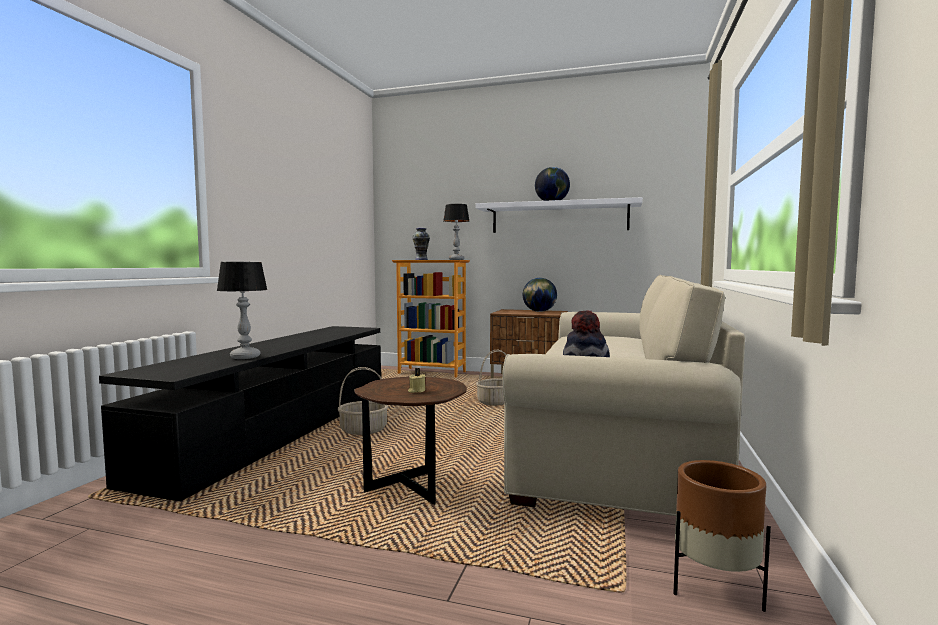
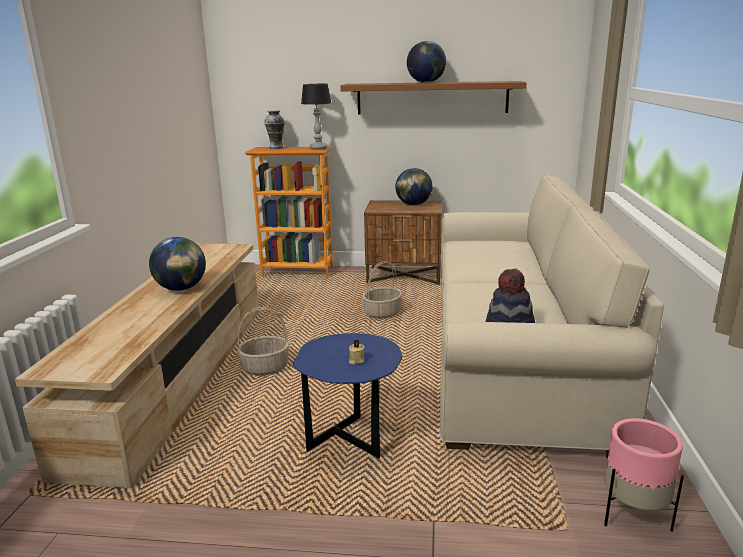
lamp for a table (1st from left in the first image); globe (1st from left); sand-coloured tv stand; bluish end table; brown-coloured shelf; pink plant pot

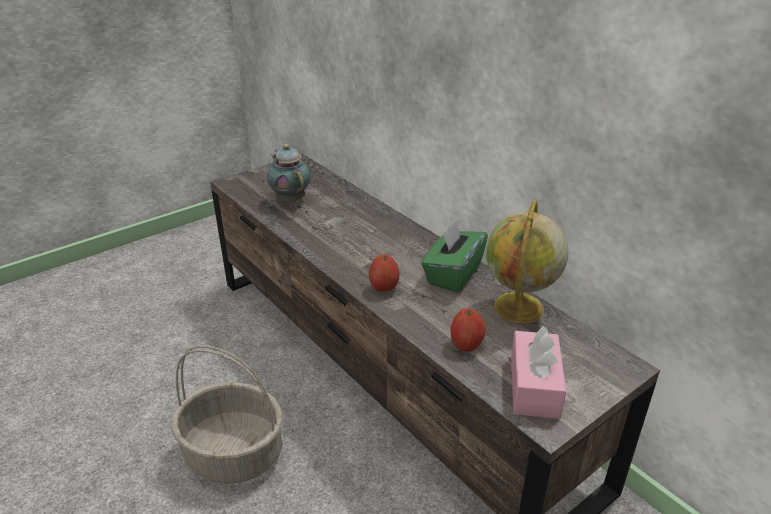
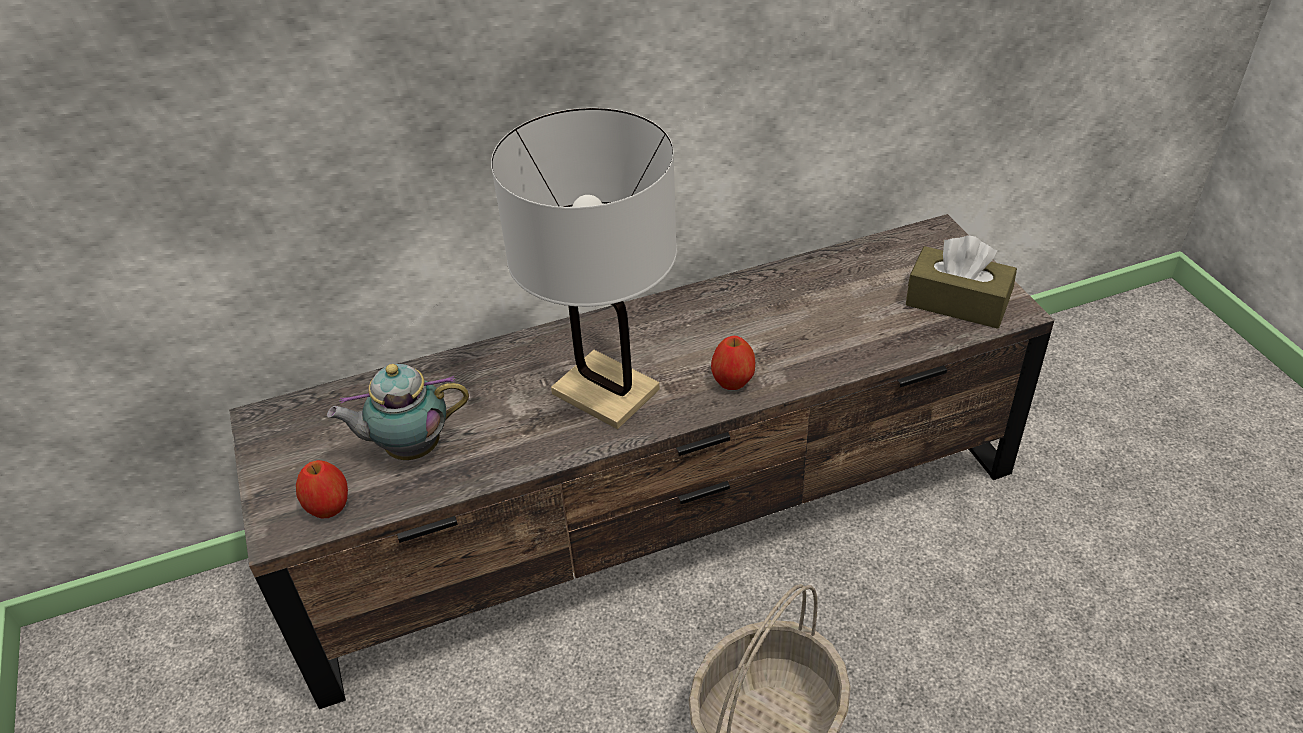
greenish box of tissues; globe; whitish lamp for a table; apple (1st from left); brown-coloured box of tissues

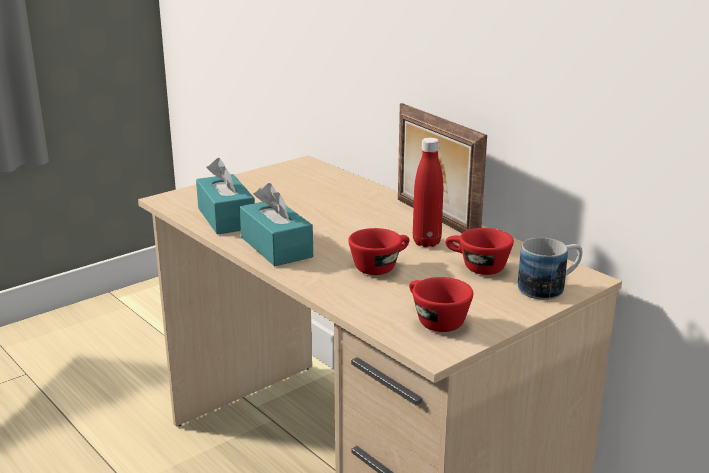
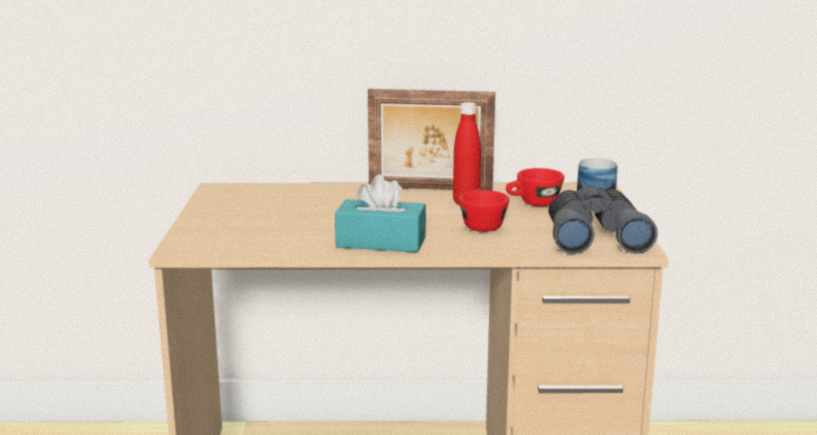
turquoise-coloured box of tissues (1st from left in the first image); gray pair of binoculars

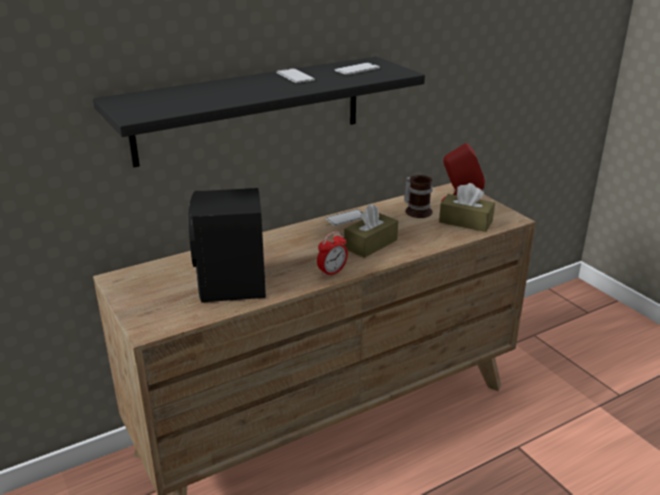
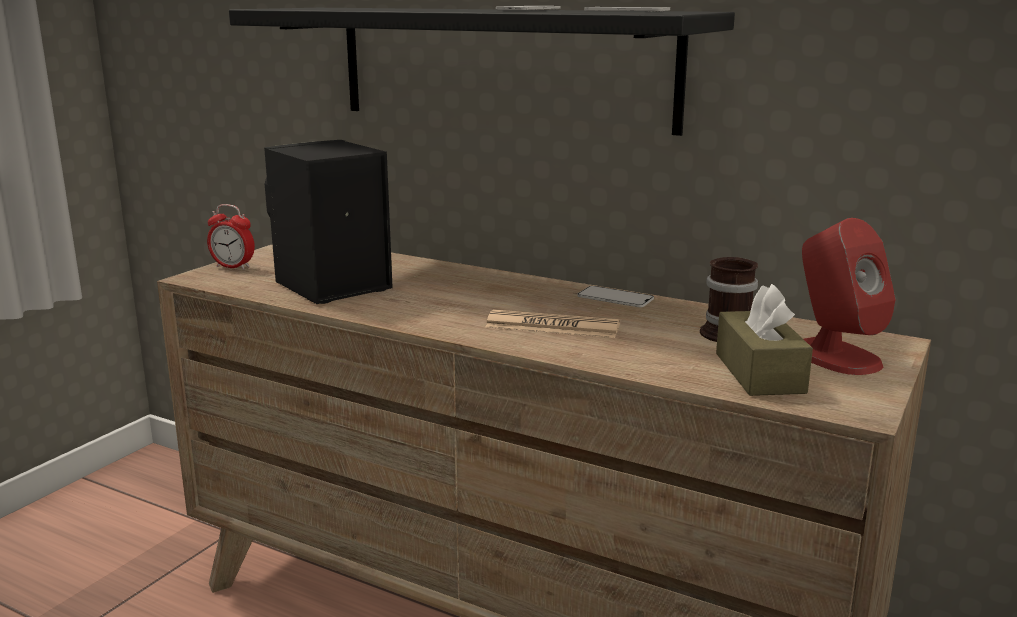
table clock; daily paper

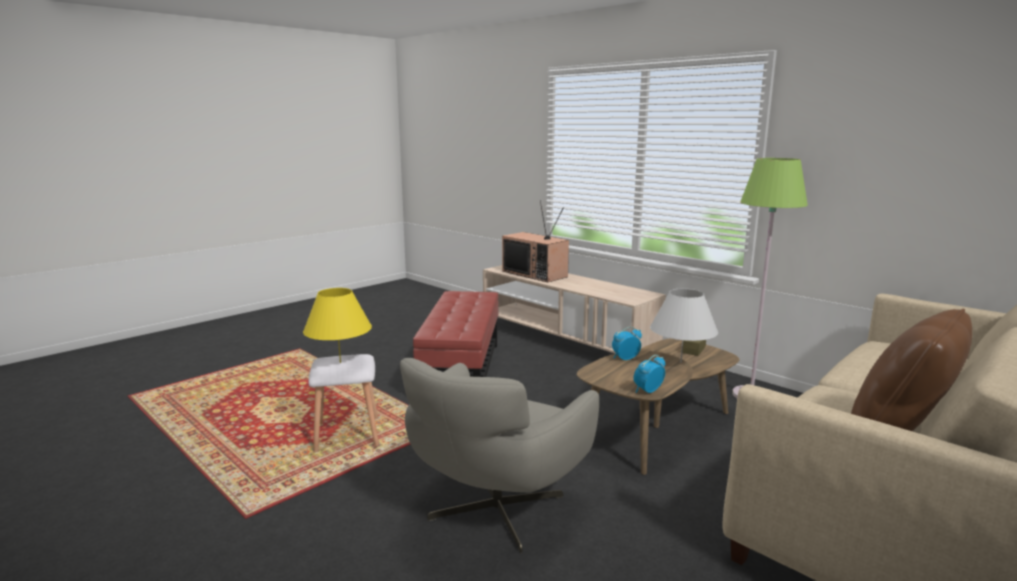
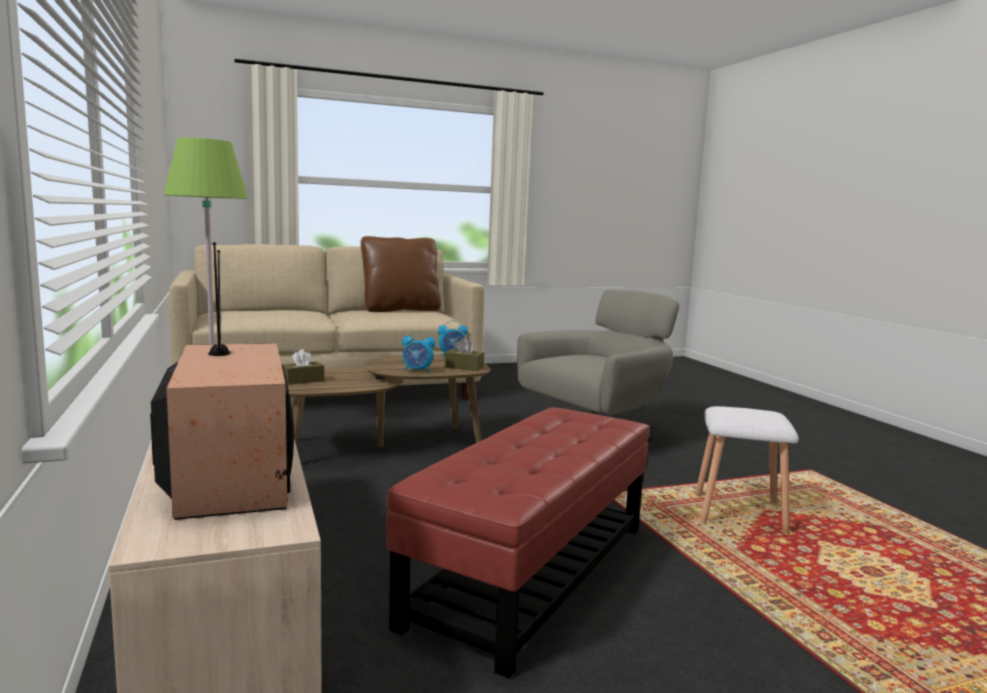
yellow-coloured lamp for a table; whitish lamp for a table; brown-coloured box of tissues (2nd from left)

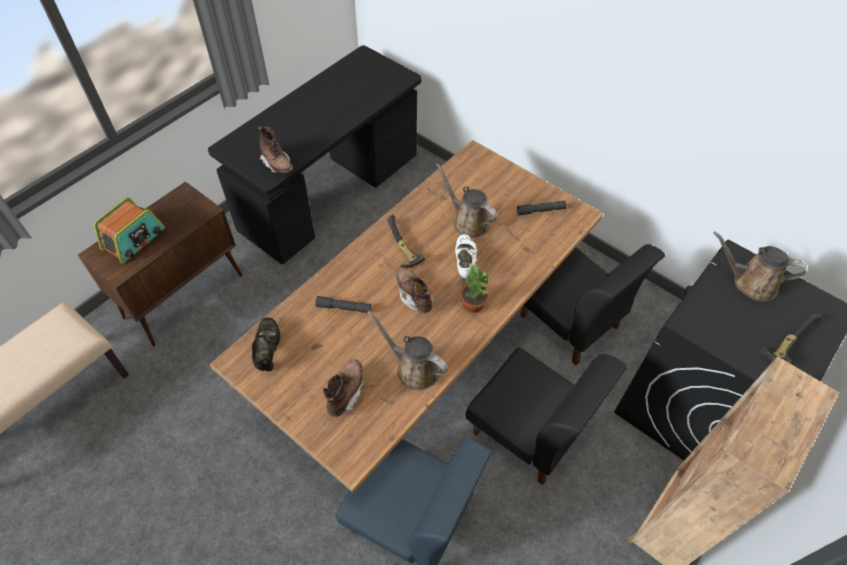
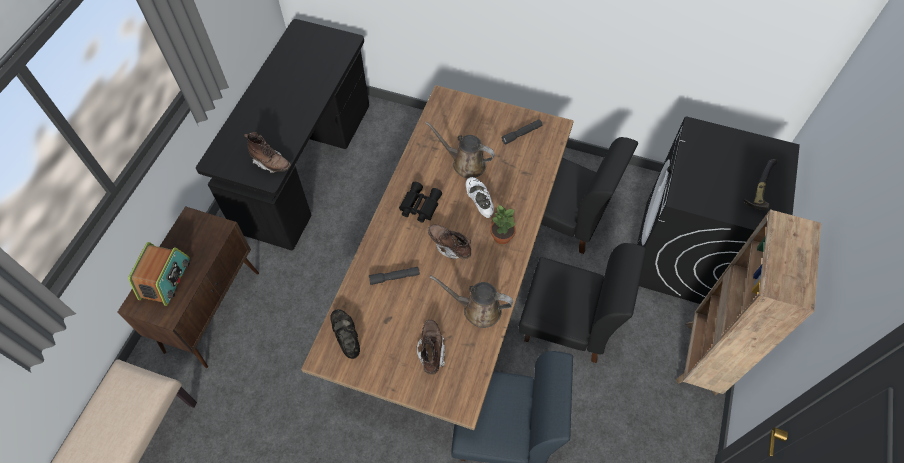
brown-coloured watering can (3rd from left in the first image); black-coloured pair of binoculars

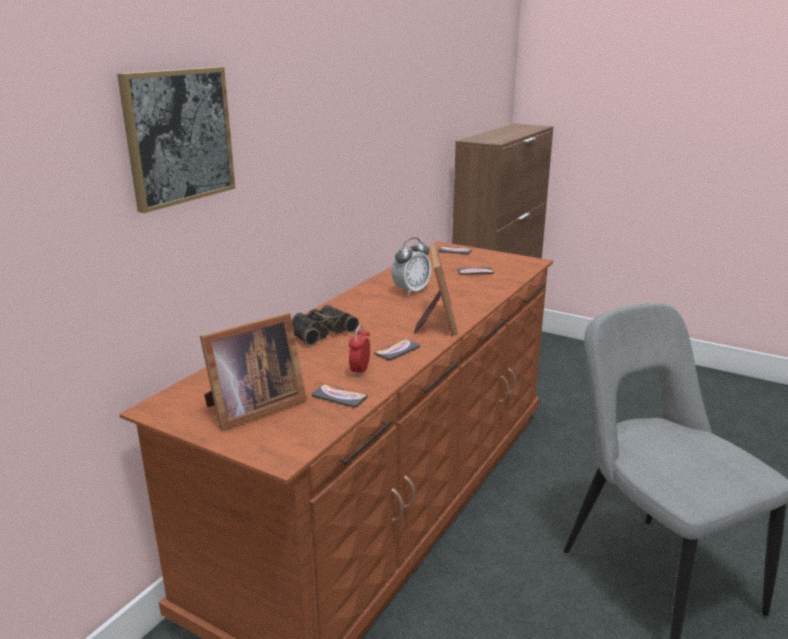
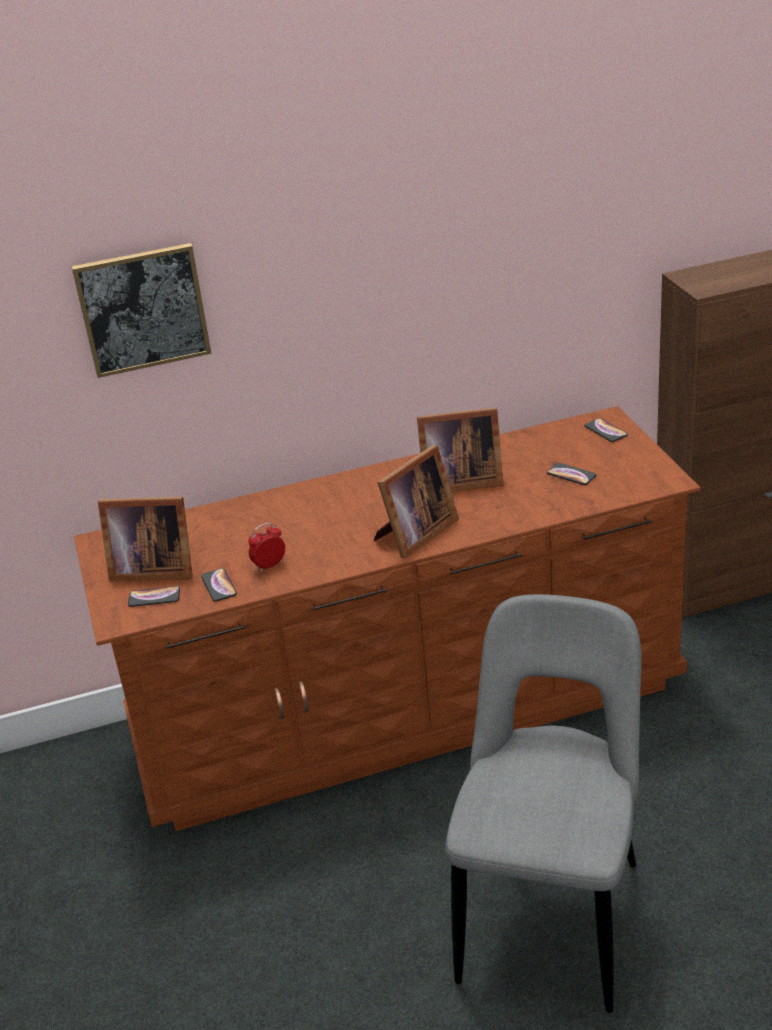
pair of binoculars; phone (1st from left); standing frame (3rd from left)

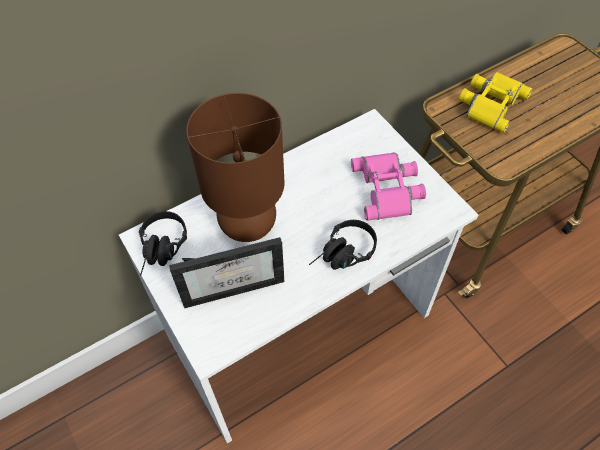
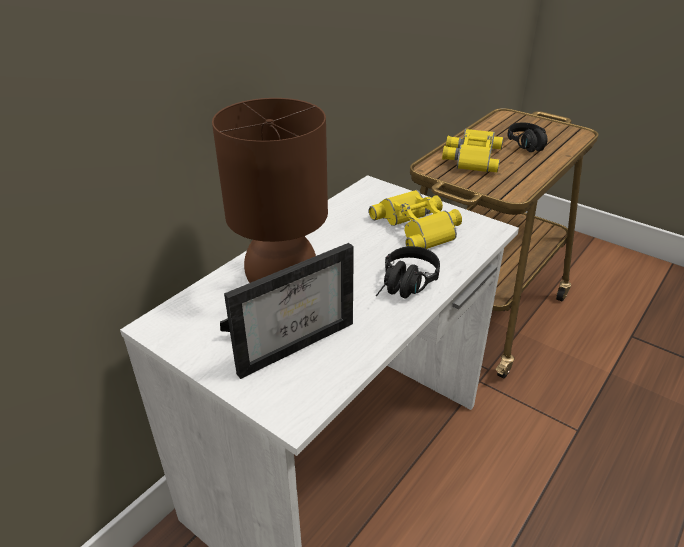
black-coloured headset (2nd from left); yellow-coloured pair of binoculars (1st from left)

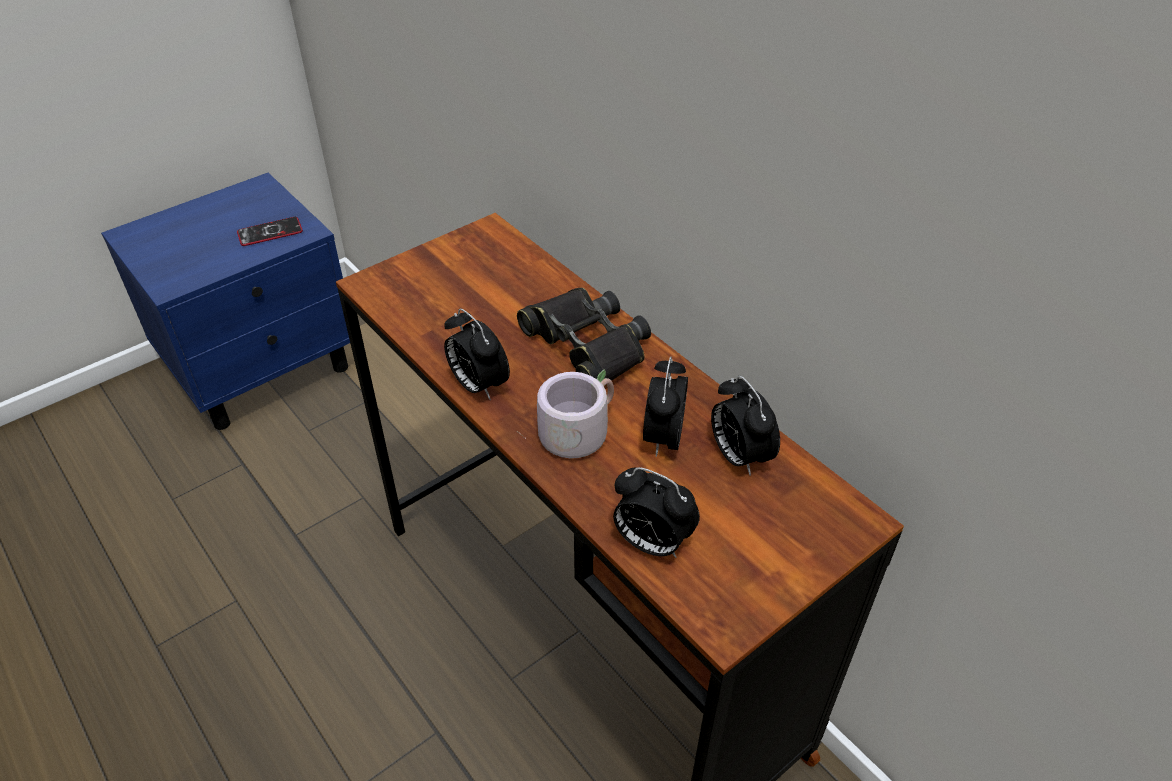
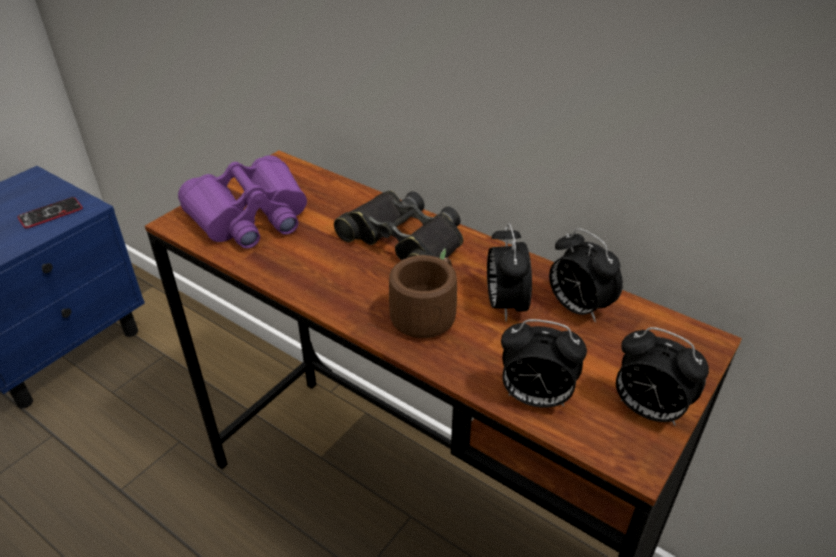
purplish pair of binoculars; table clock (4th from left); brown-coloured tea mug

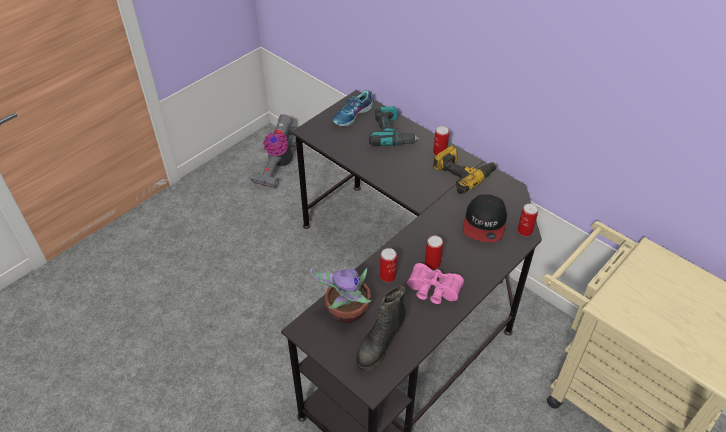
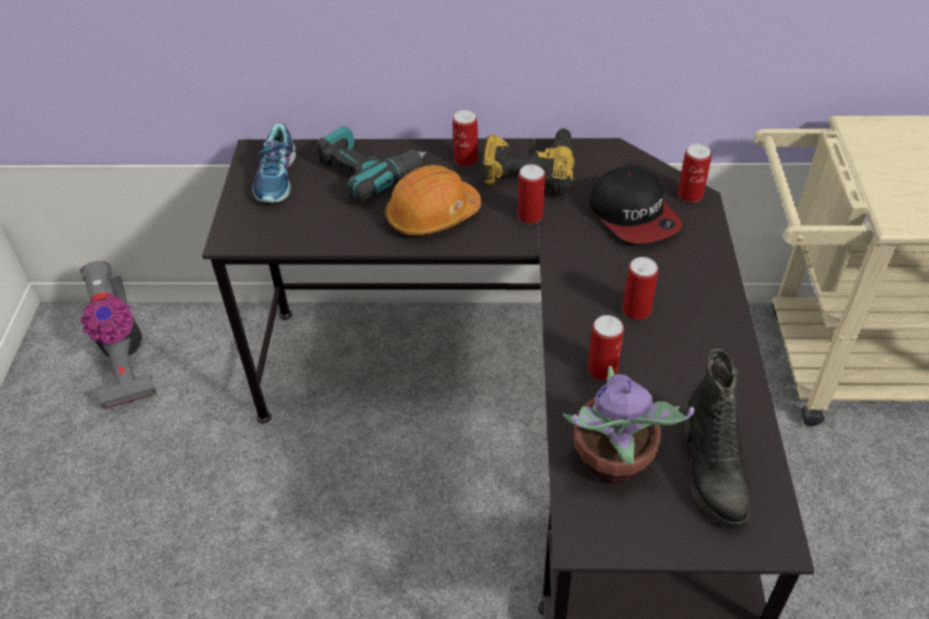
pink pair of binoculars; orange work helmet; can (2nd from left)

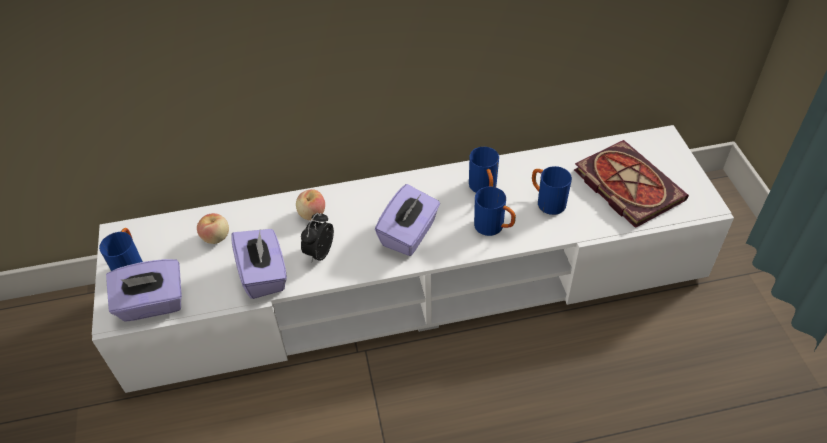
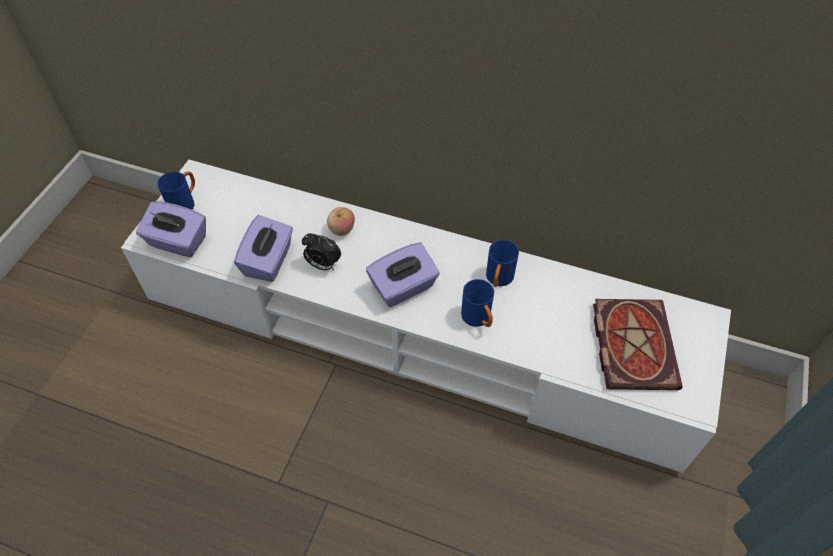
apple (1st from left in the first image); bluish tea mug (4th from left in the first image); table clock

